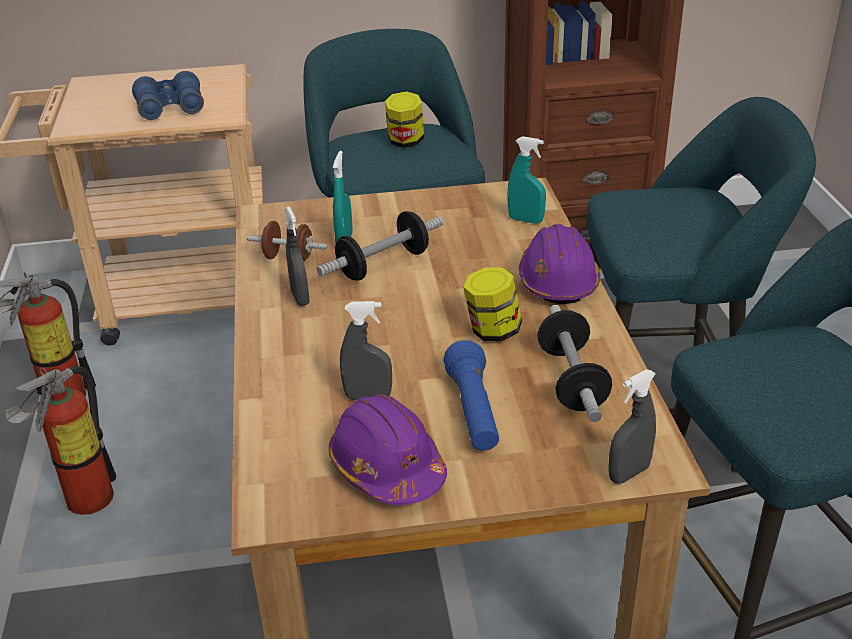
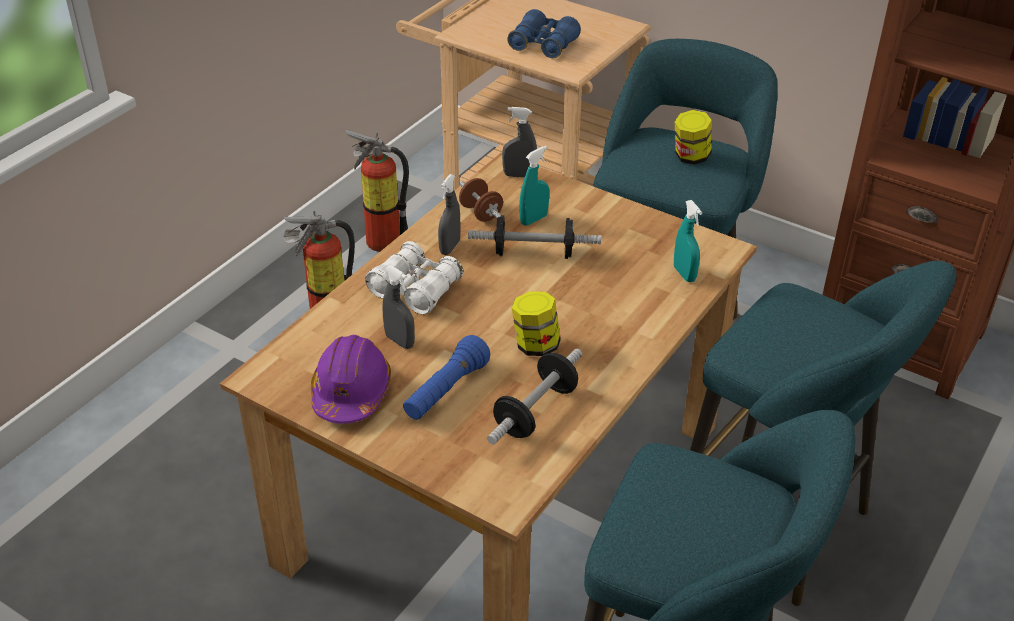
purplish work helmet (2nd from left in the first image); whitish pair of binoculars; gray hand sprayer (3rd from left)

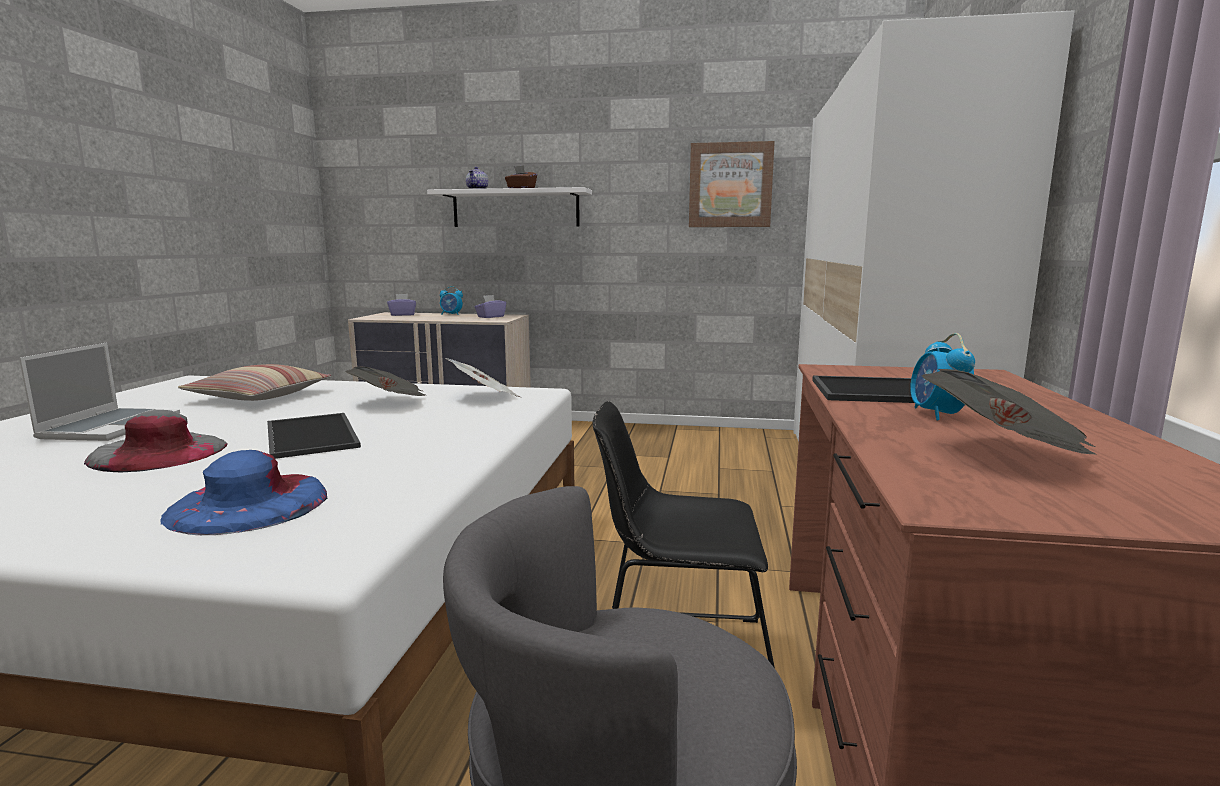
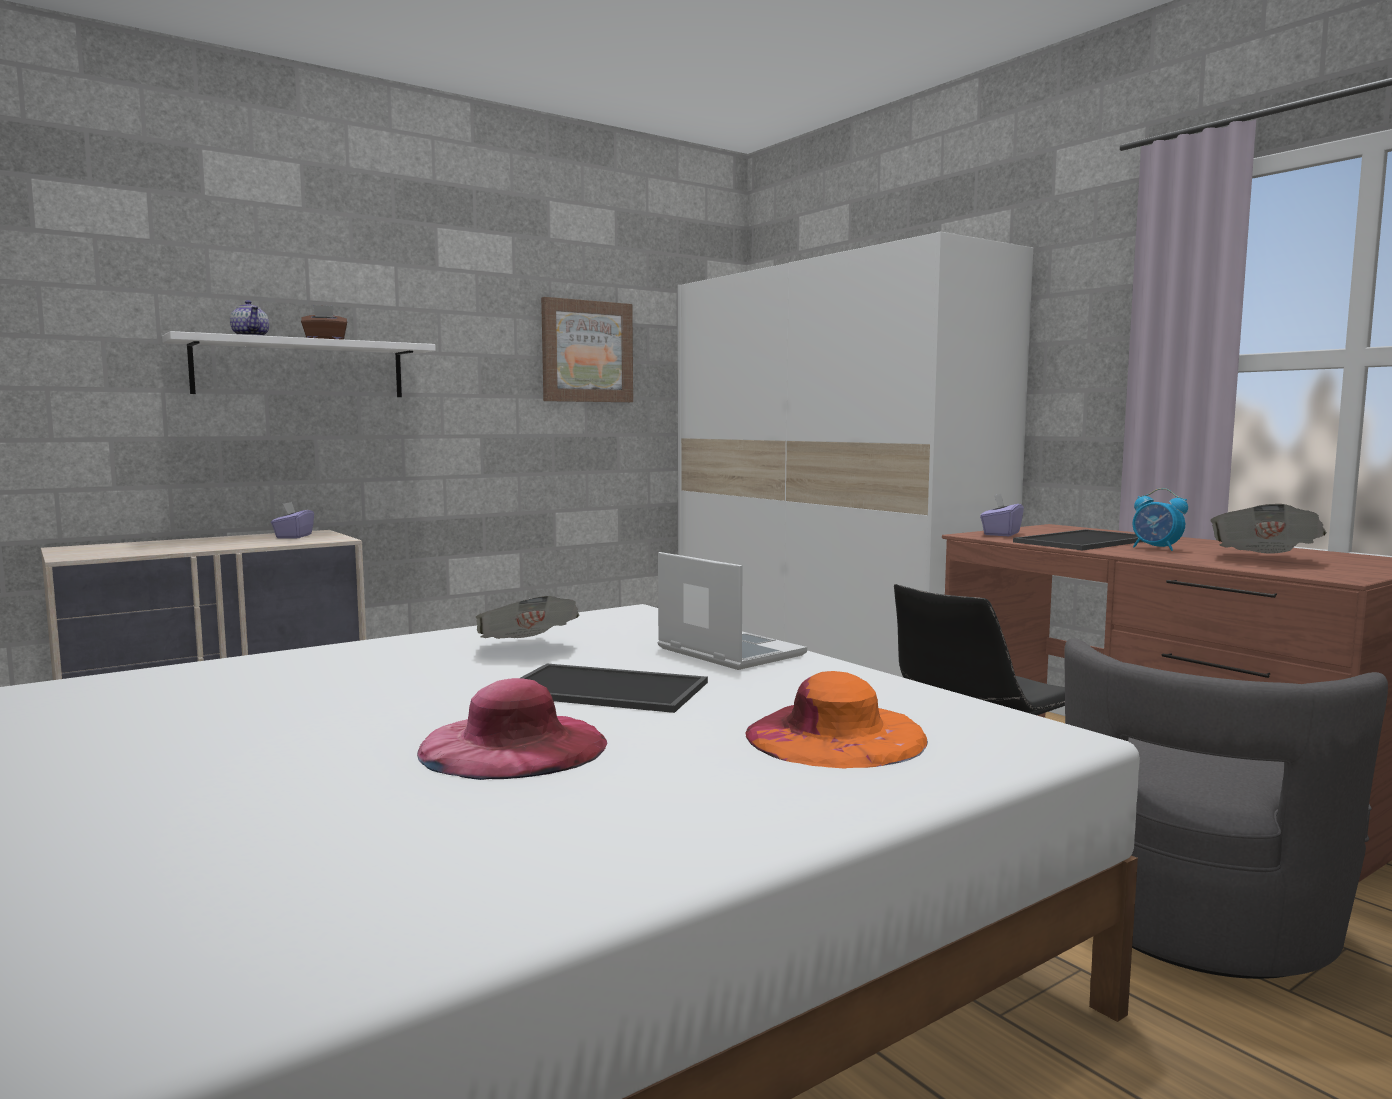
throw pillow; table clock (1st from left in the first image); daily paper (2nd from left in the first image); laptop; purplish box of tissues (2nd from left); pink hat; orange hat

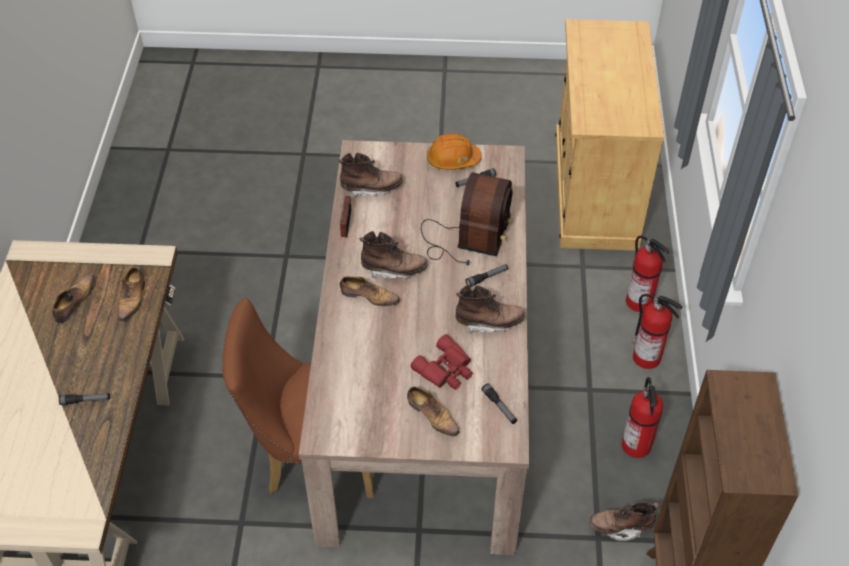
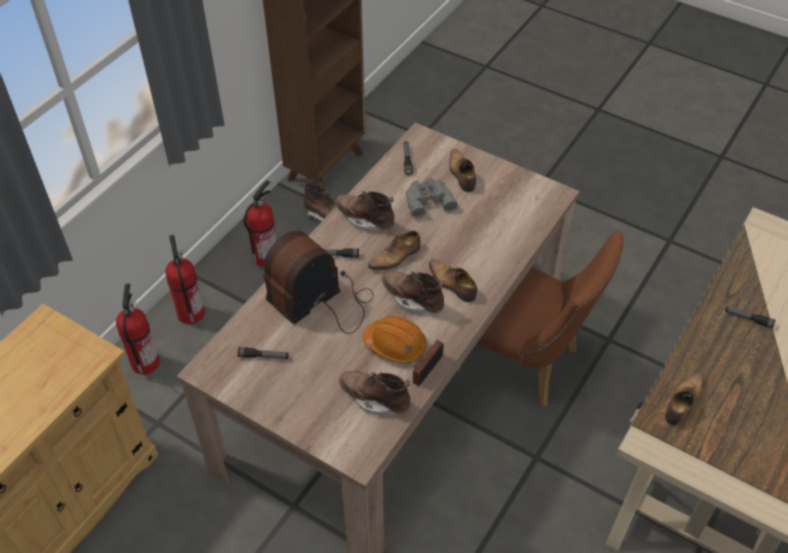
shoe (1st from left); orange work helmet; gray pair of binoculars

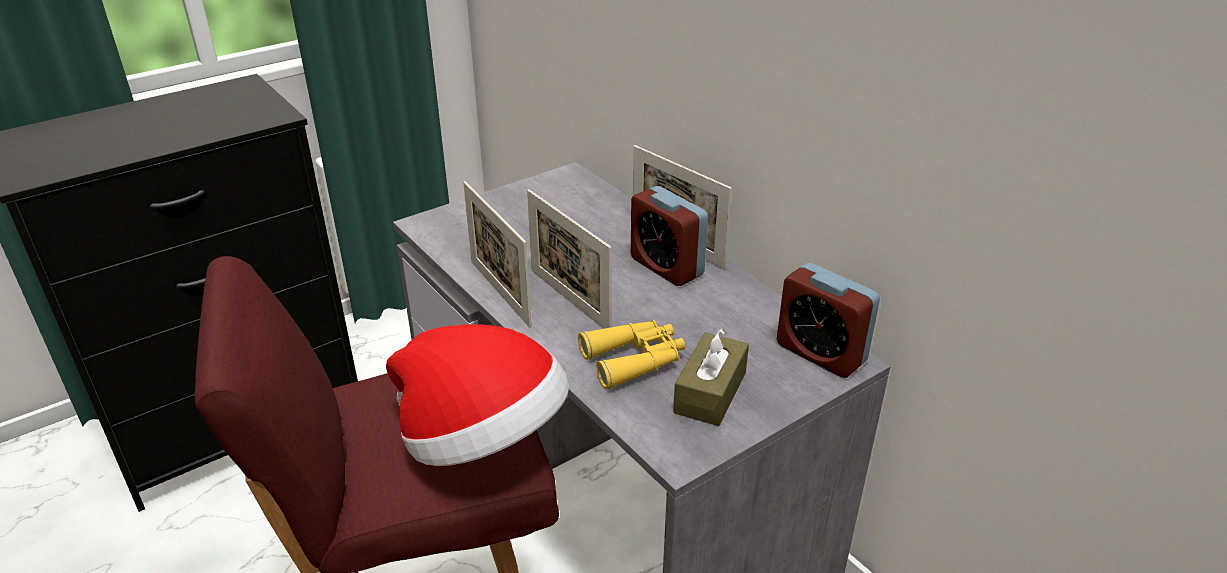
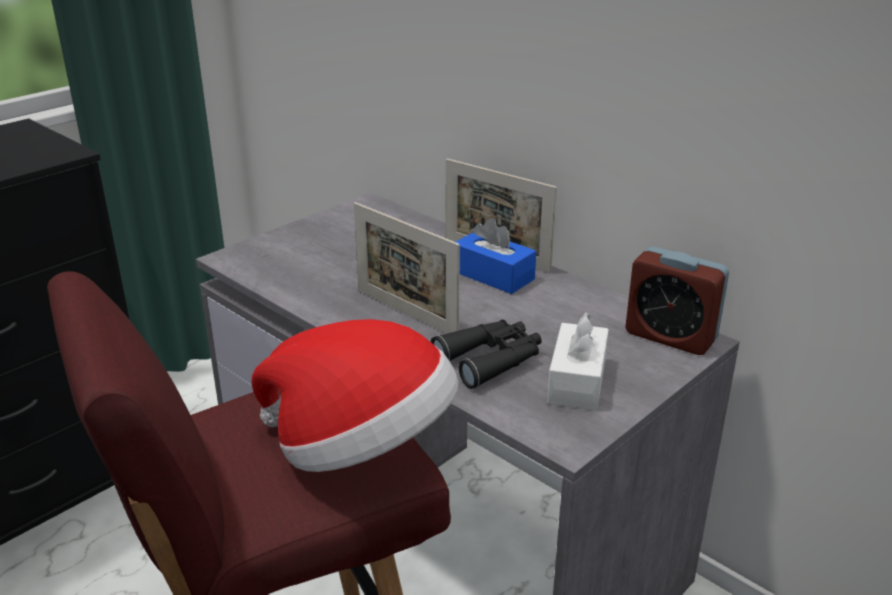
standing frame (1st from left in the first image); bluish box of tissues; black-coloured pair of binoculars; whitish box of tissues

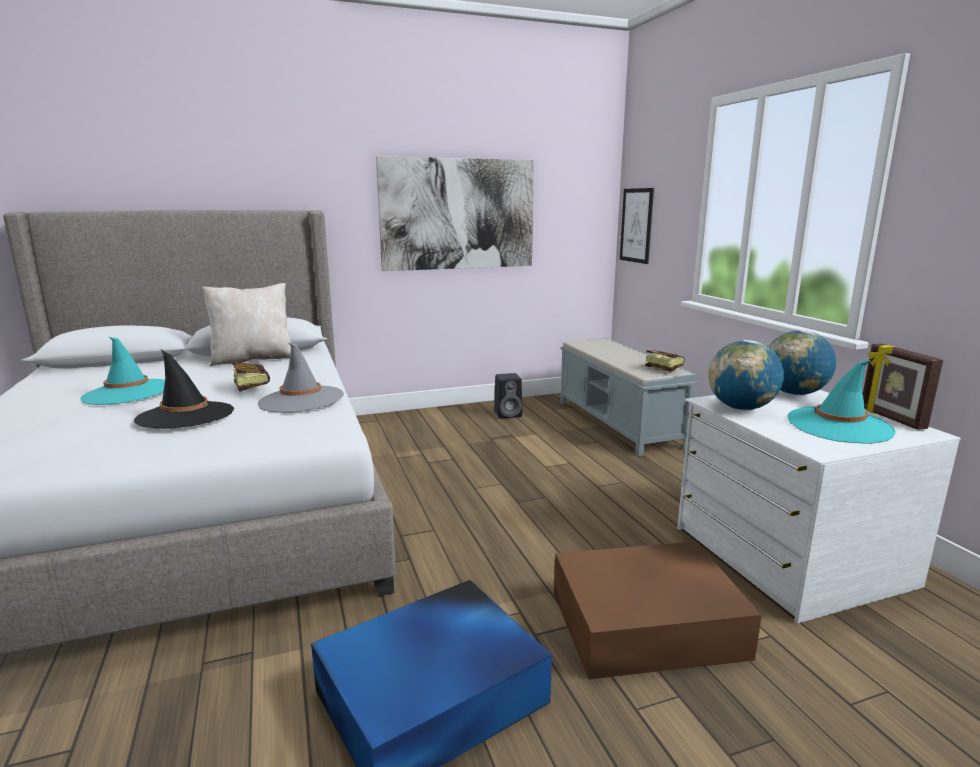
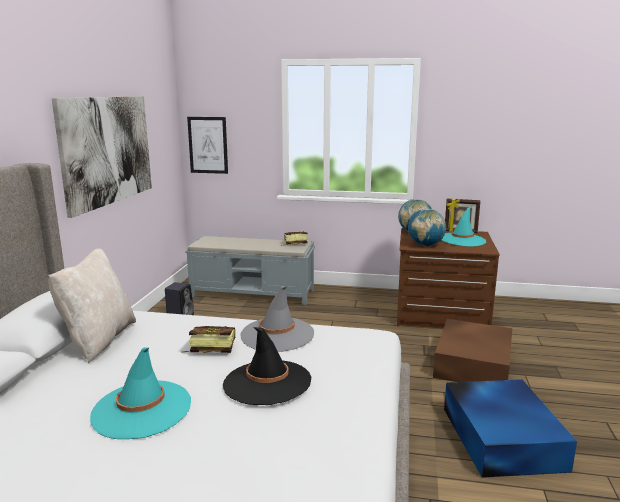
brown-coloured dresser

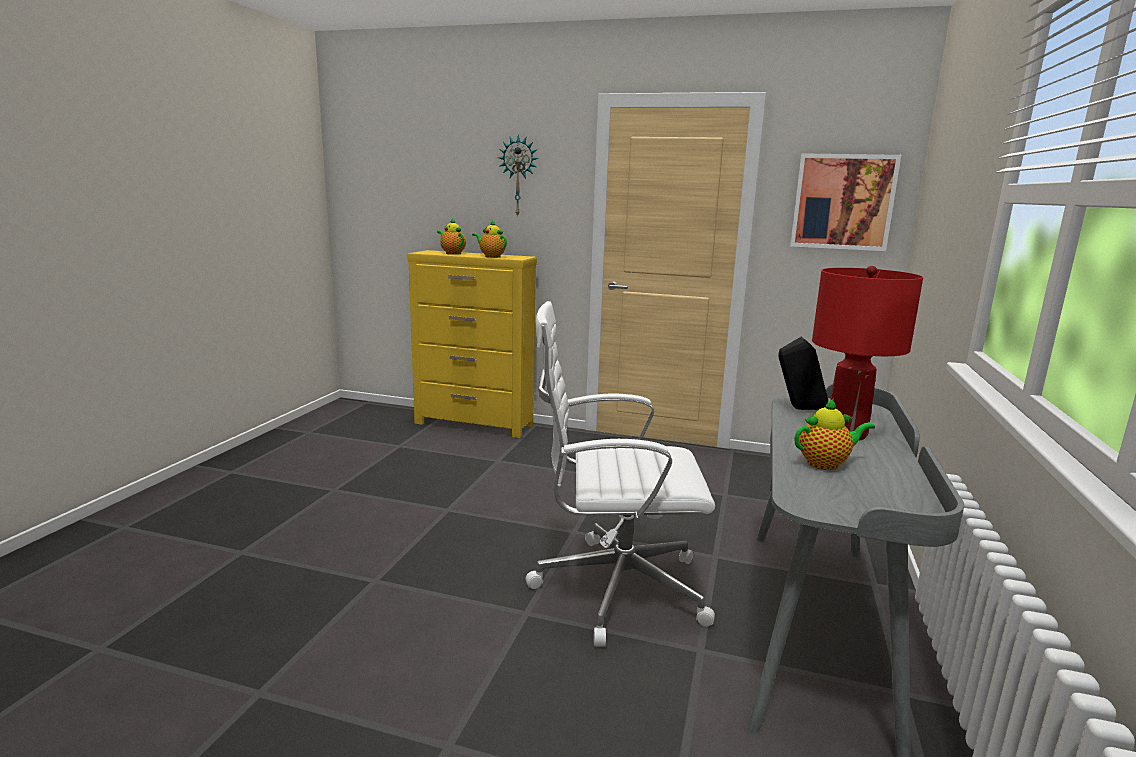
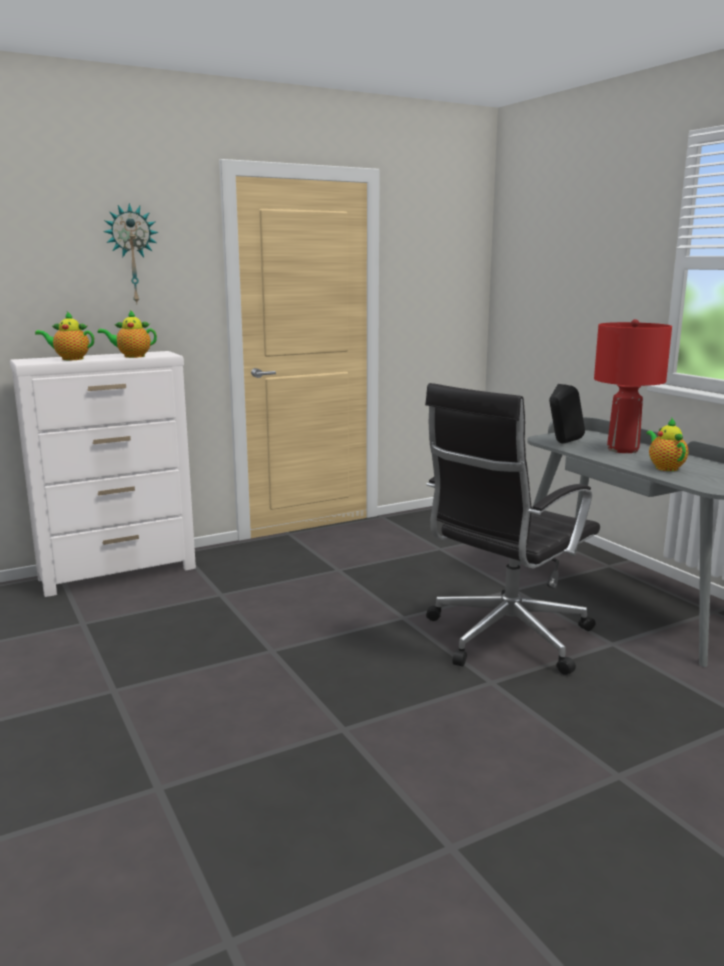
wall picture; whitish dresser; black-coloured computer chair; teapot (3rd from left)

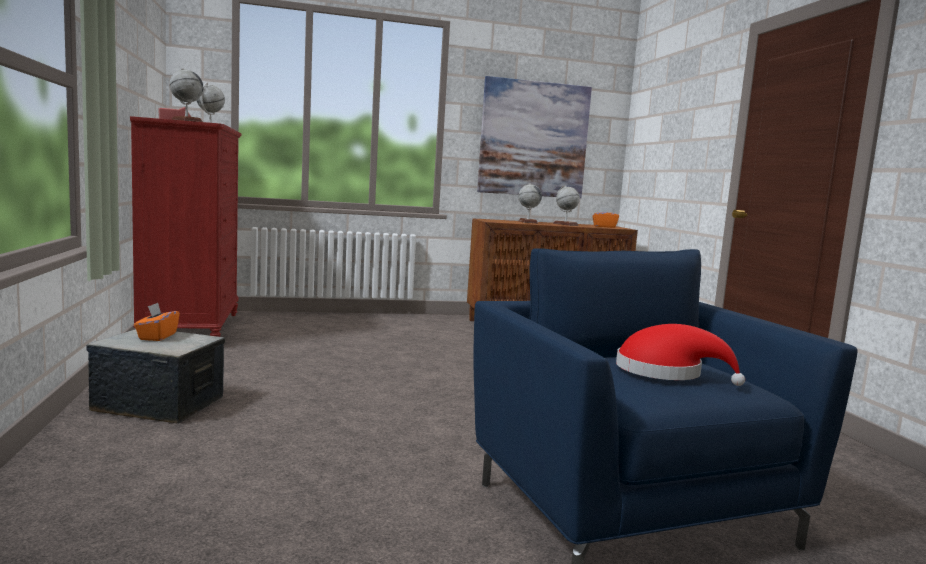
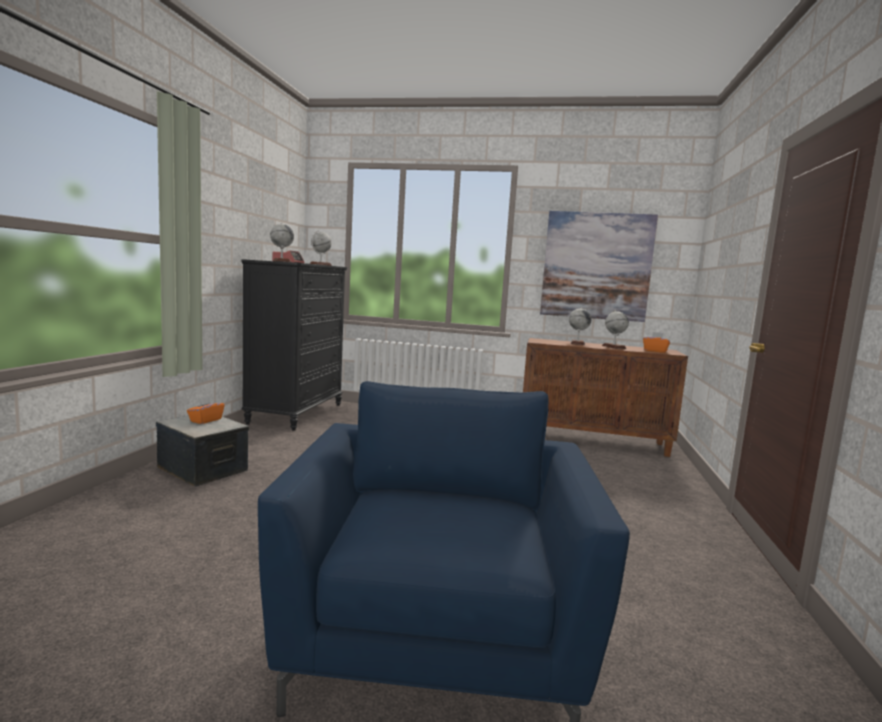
reddish hat; black-coloured dresser

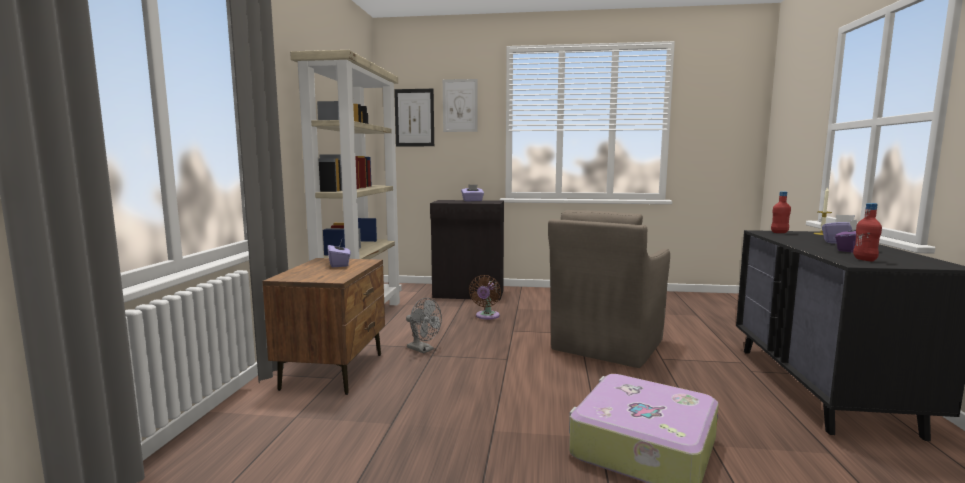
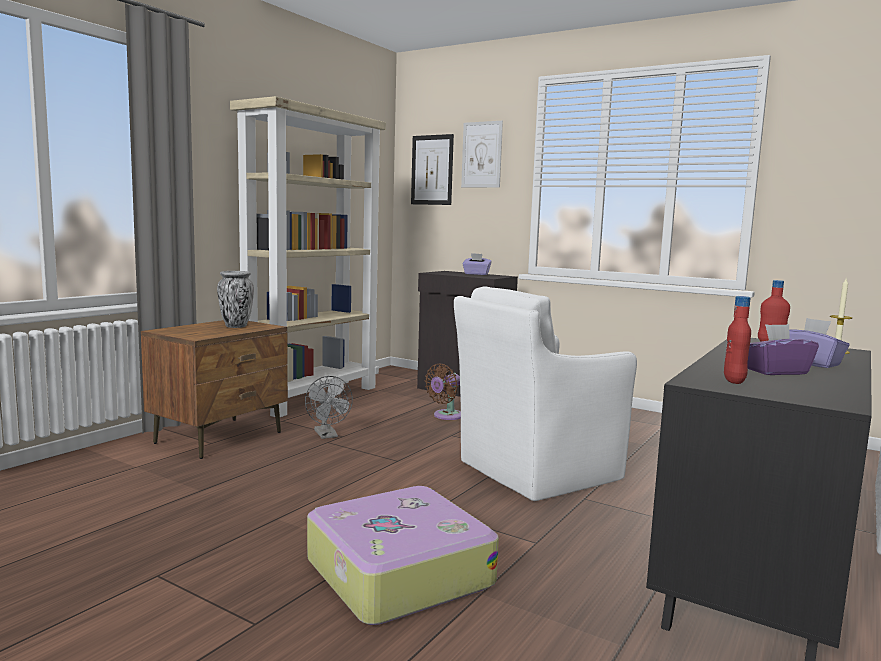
flower vase; whitish easy chair

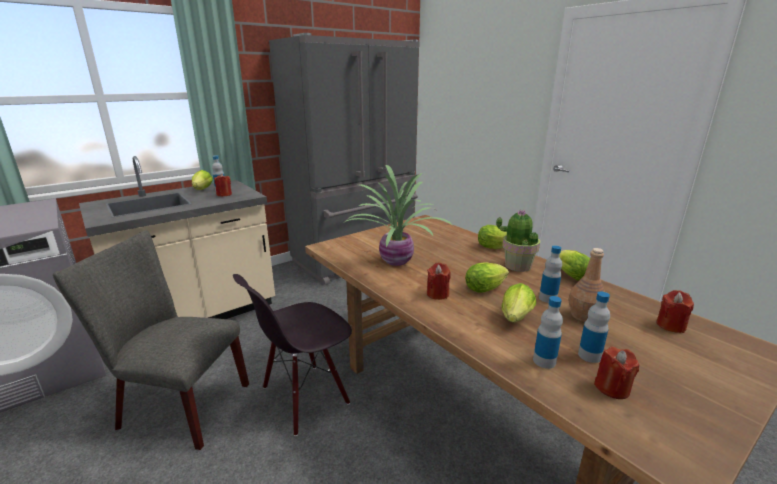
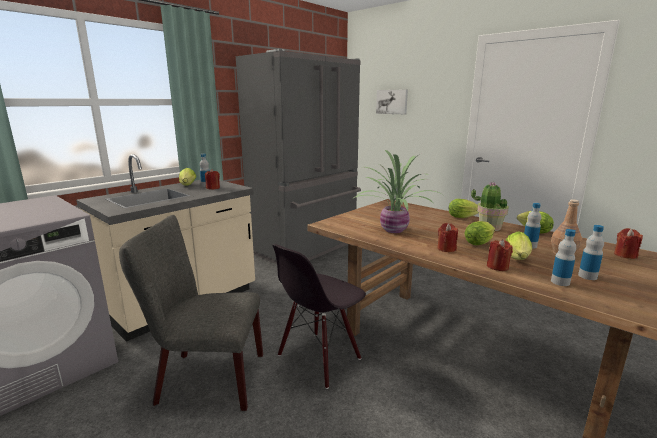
wall picture; reddish candle (3rd from left)

